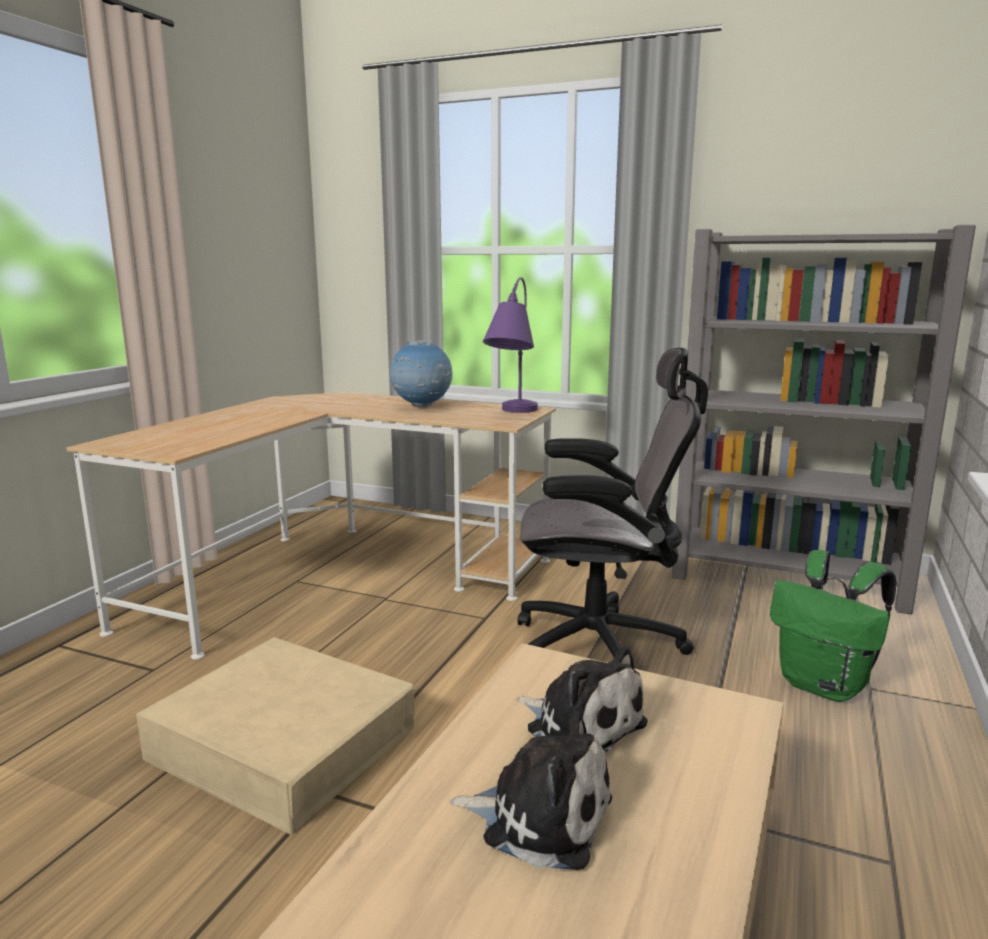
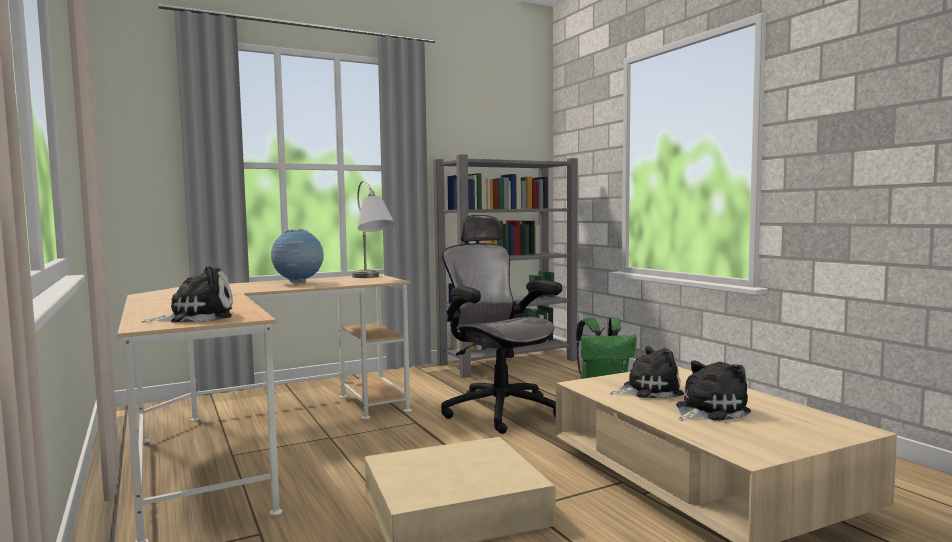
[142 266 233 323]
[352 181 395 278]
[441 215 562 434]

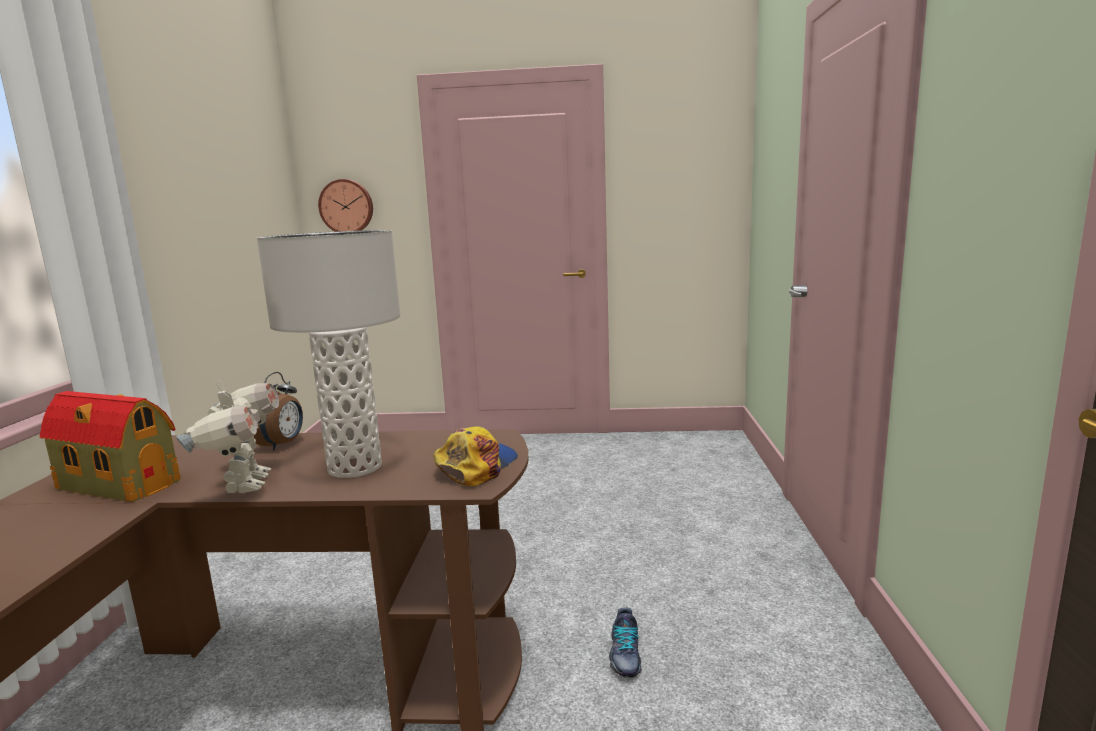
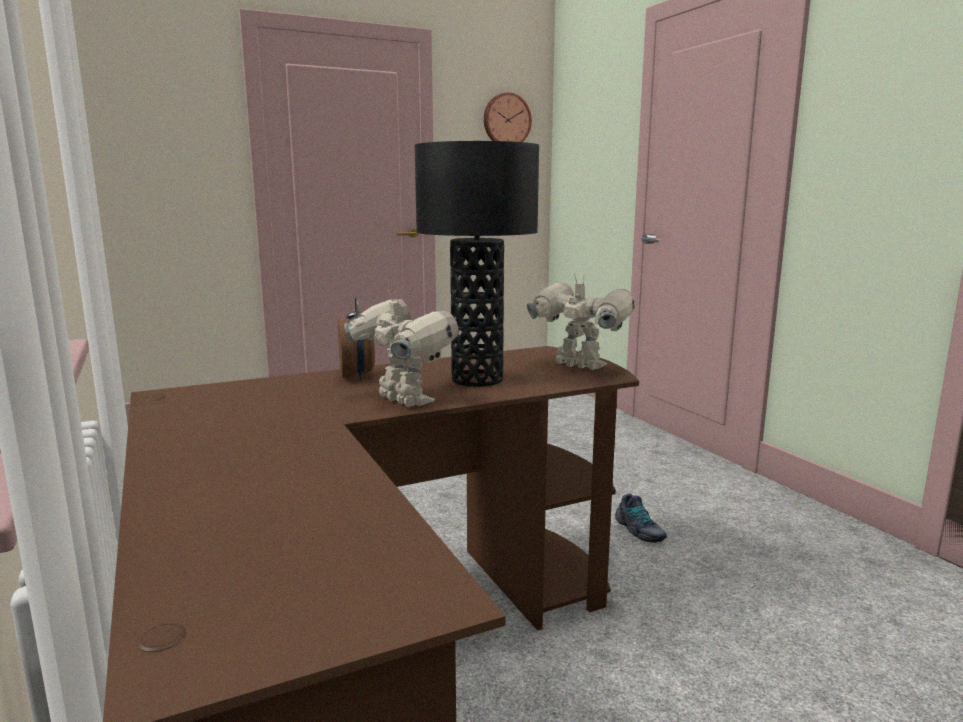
[40 391 180 502] (first image)
[484 92 532 142]
[527 273 635 370]
[415 141 539 387]

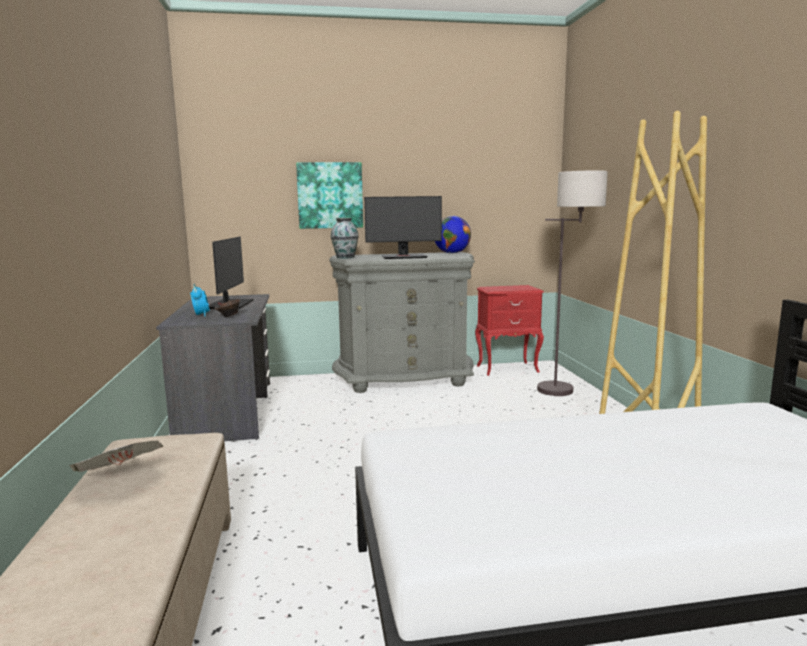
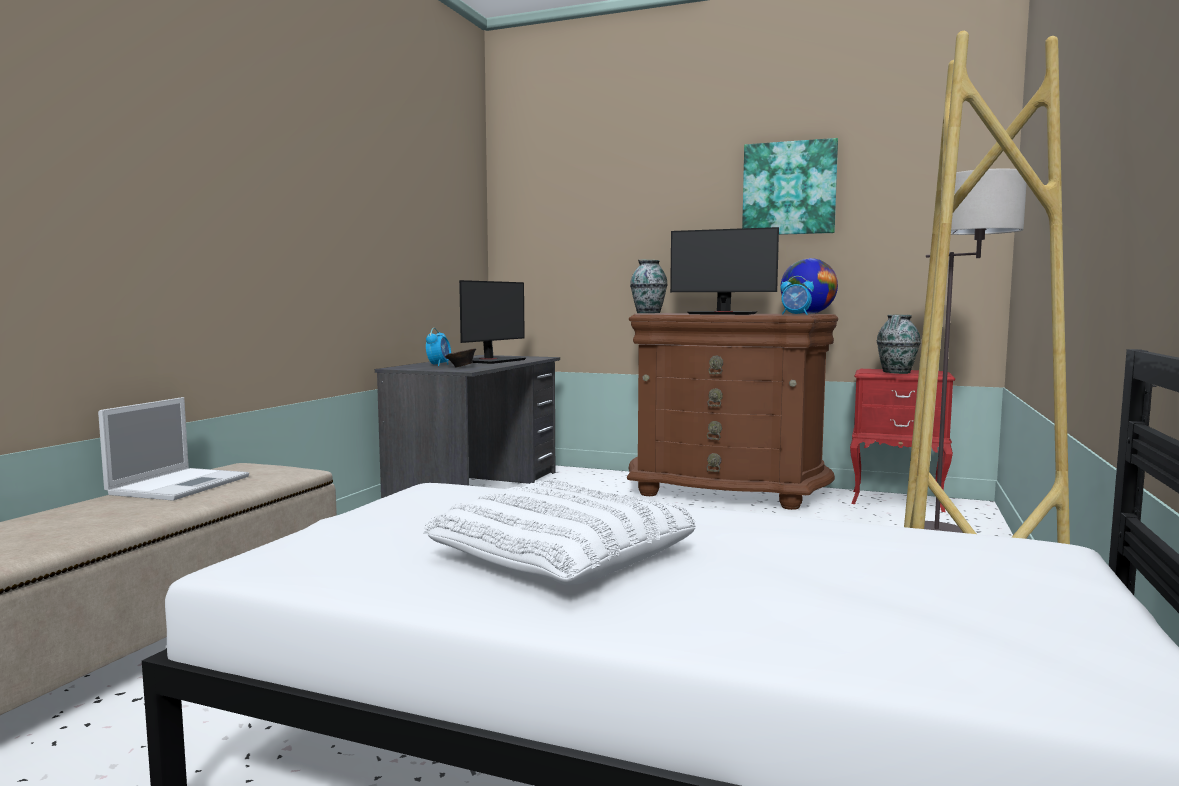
[423 479 695 585]
[781 276 814 315]
[877 315 921 374]
[742 138 838 235]
[98 397 249 501]
[627 313 838 510]

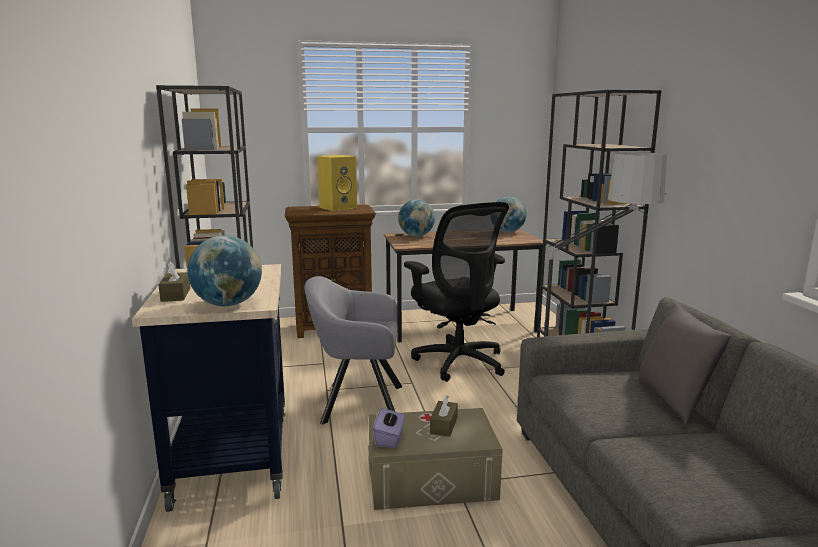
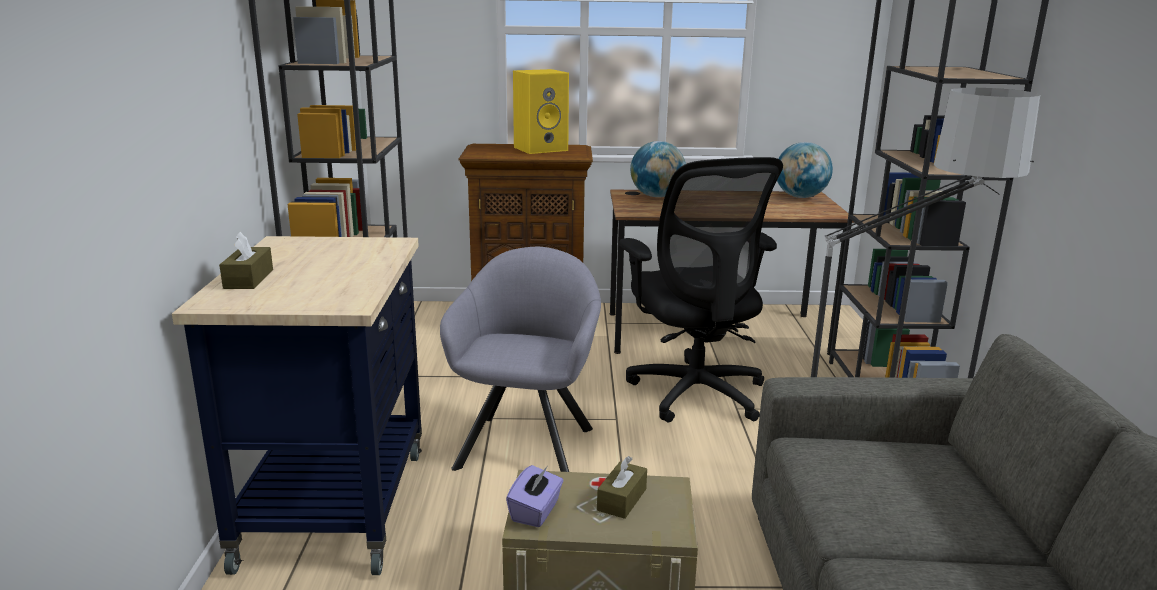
[187 235 262 306] (first image)
[639 302 731 424] (first image)
[440 247 601 472]

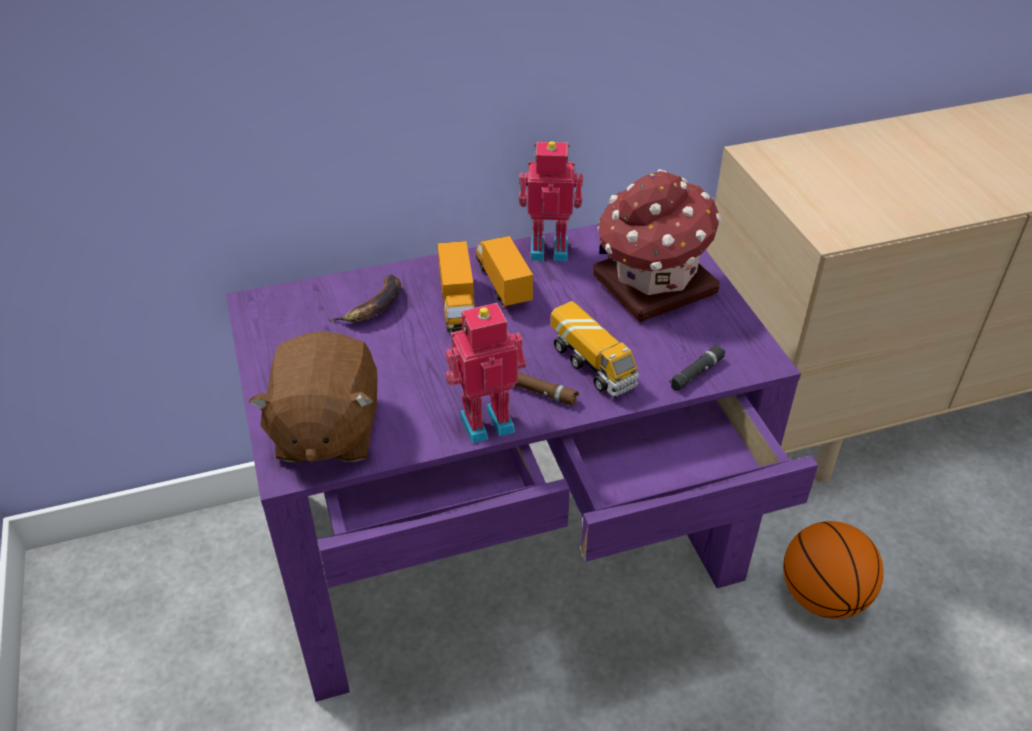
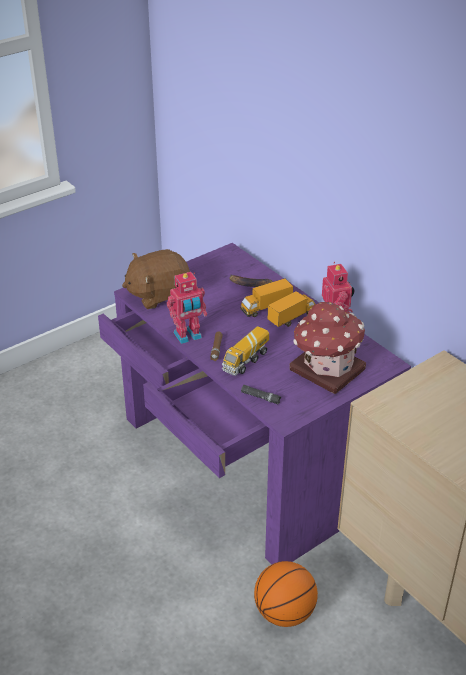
[167 272 207 344]

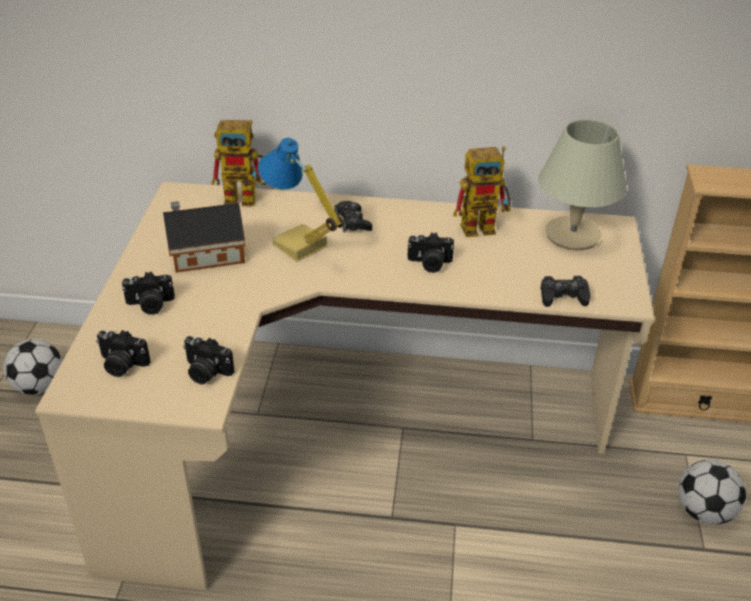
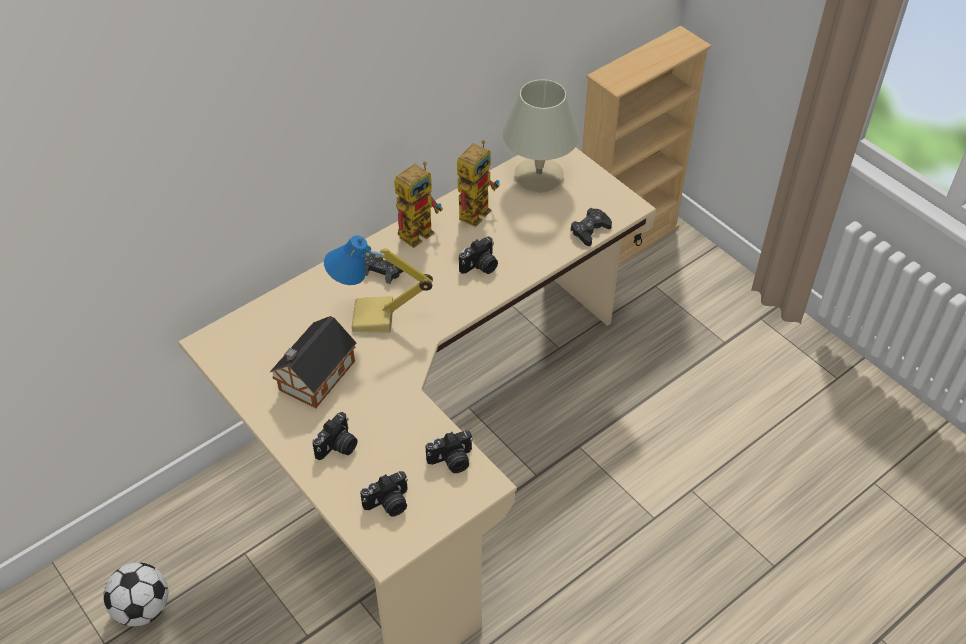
[678 460 746 525] (first image)
[394 161 443 248]

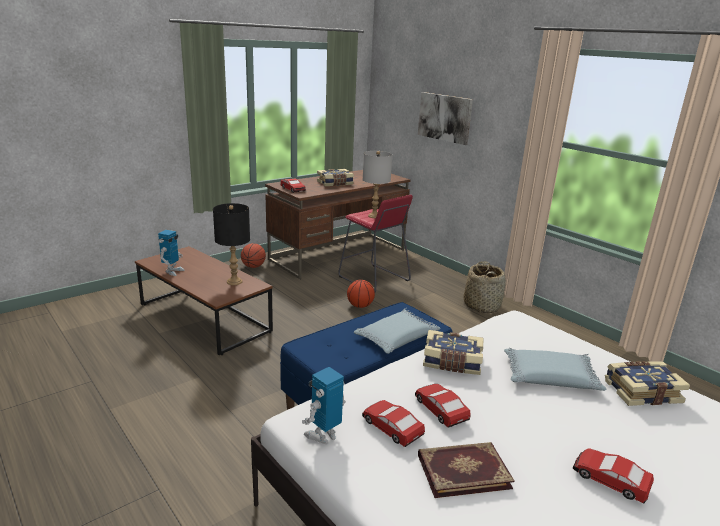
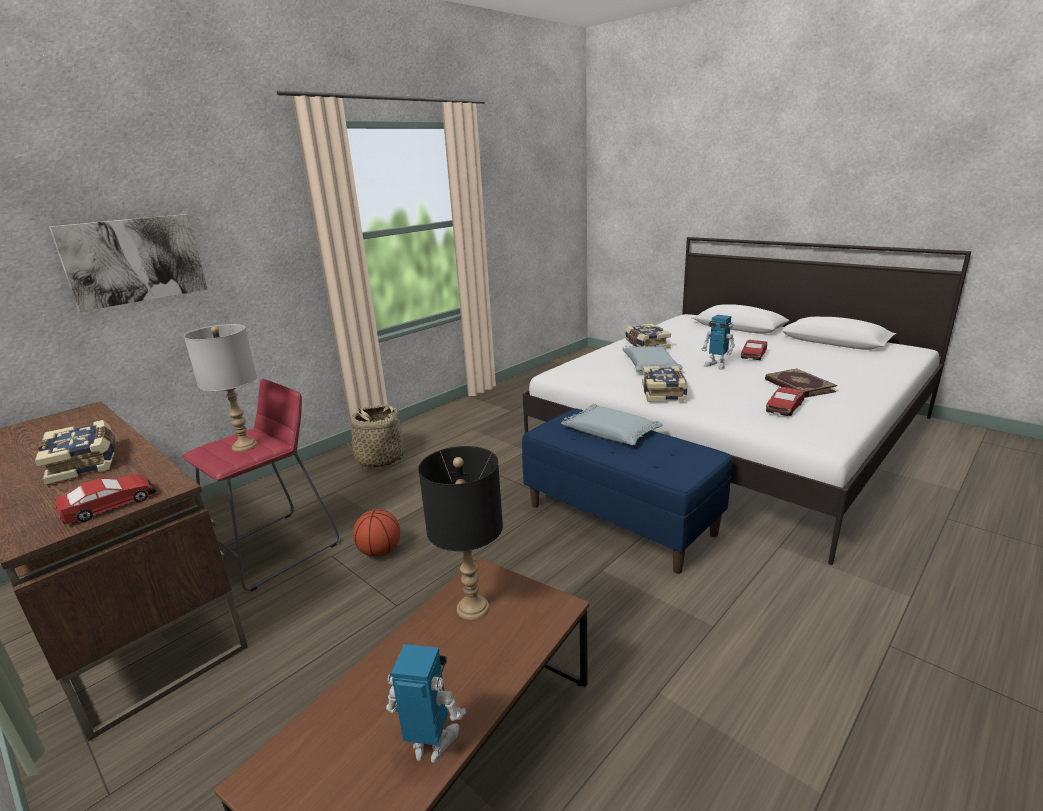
[241 243 266 268] (first image)
[415 384 470 428] (first image)
[702 315 735 370]

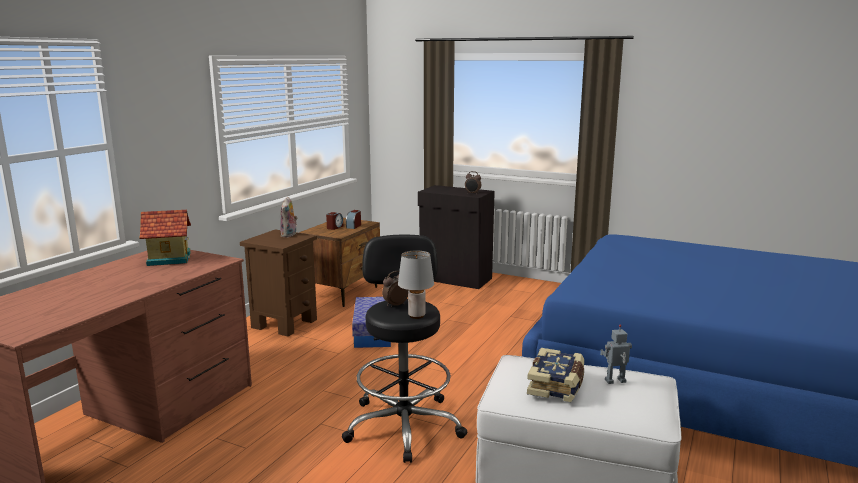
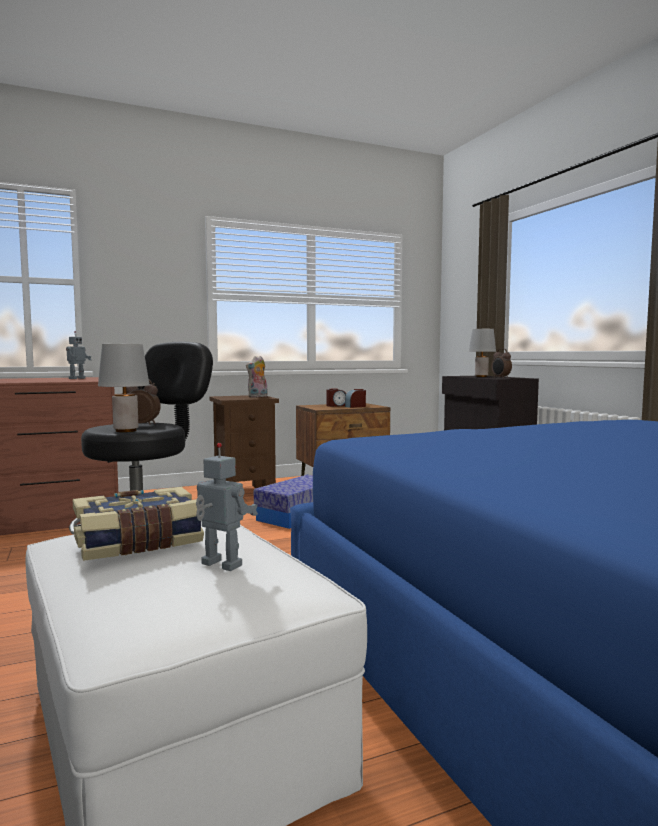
[469 329 496 377]
[66 331 92 379]

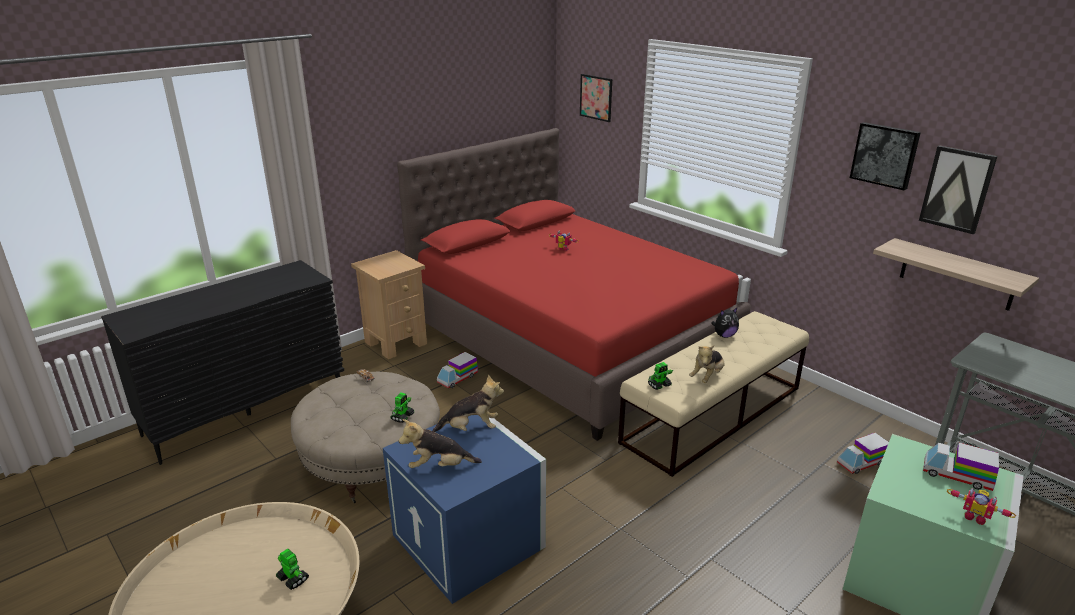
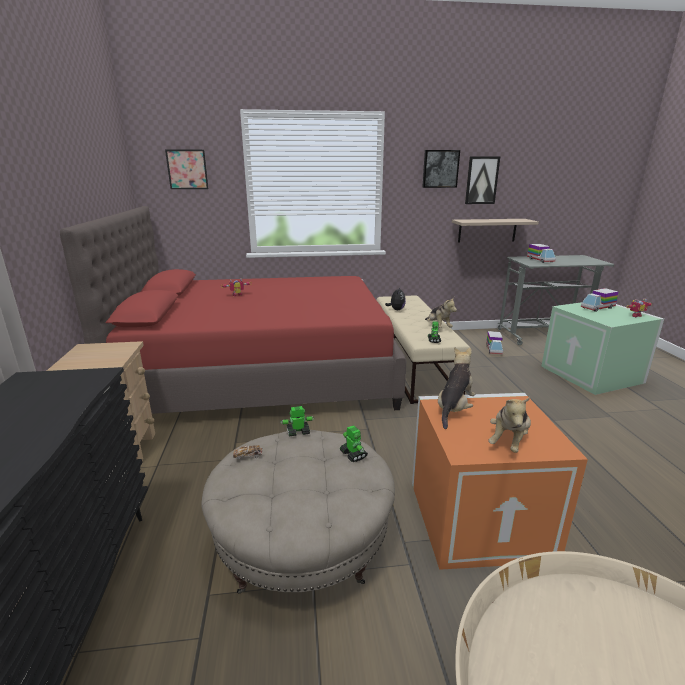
[280 406 315 437]
[527 244 556 263]
[412 393 588 570]

